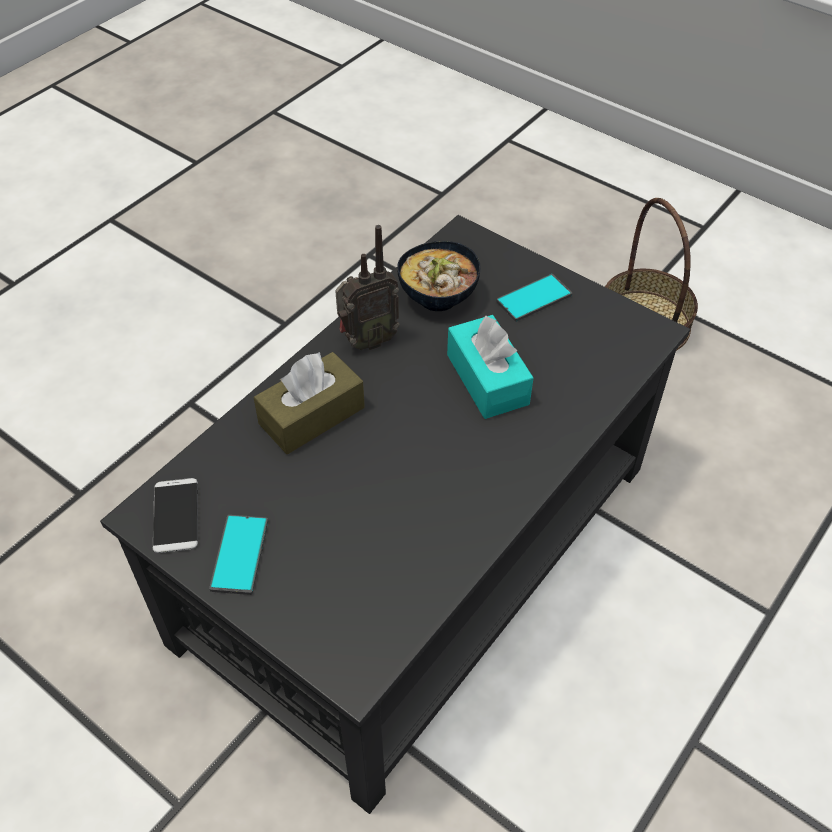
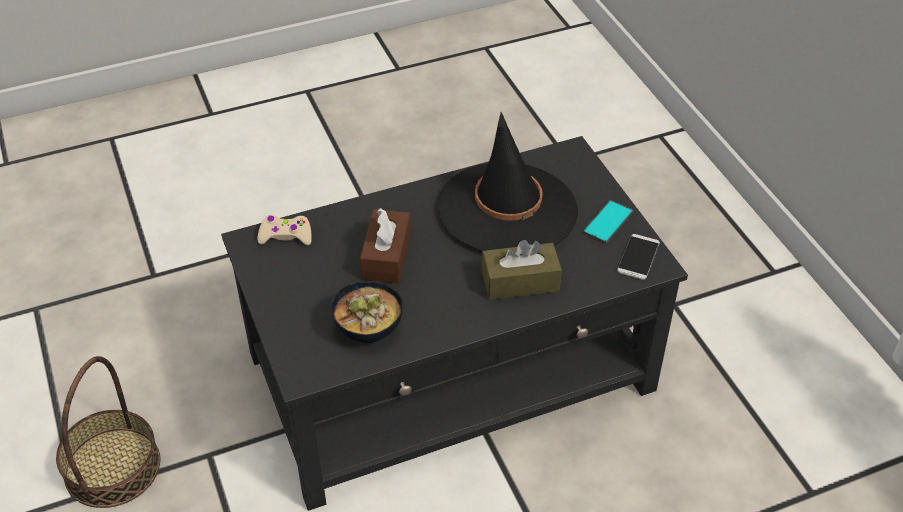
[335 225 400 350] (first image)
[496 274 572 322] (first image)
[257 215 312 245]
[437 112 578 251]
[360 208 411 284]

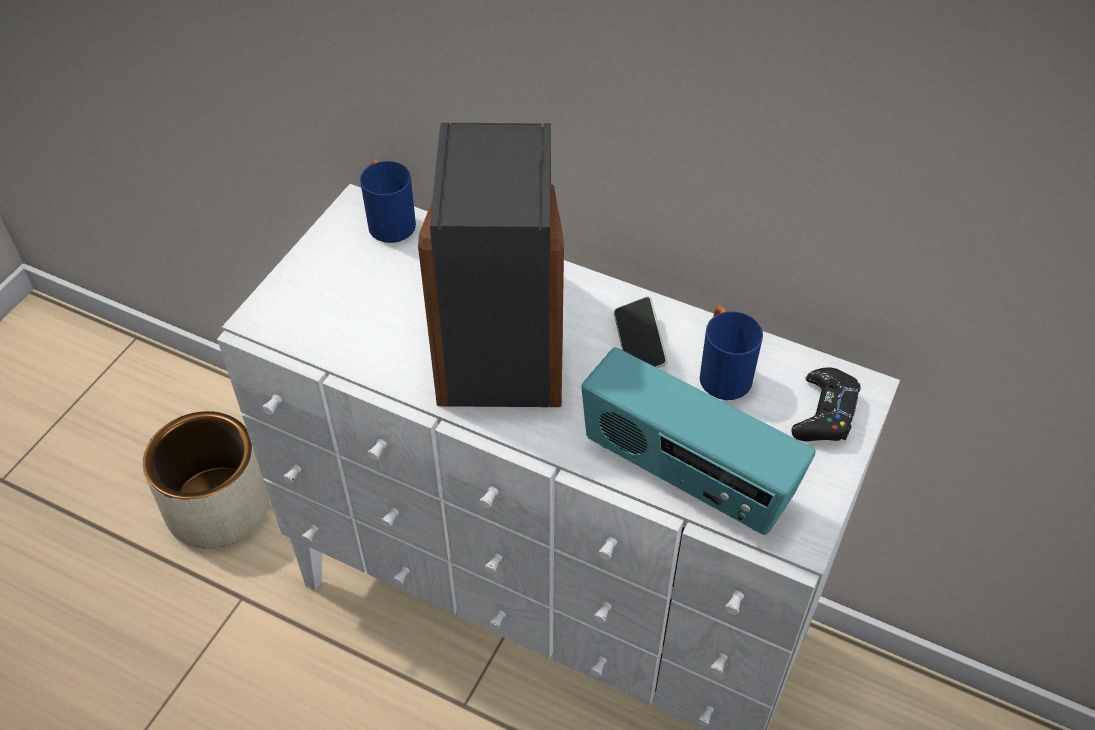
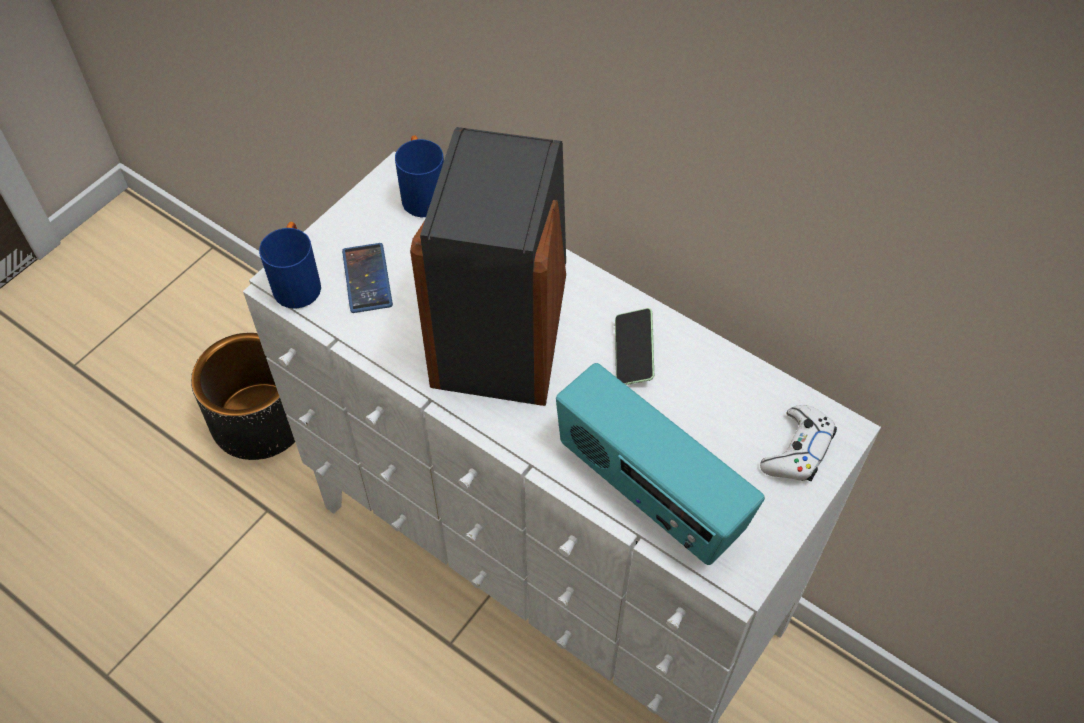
[342 243 393 313]
[259 222 321 309]
[191 333 295 460]
[760 405 837 481]

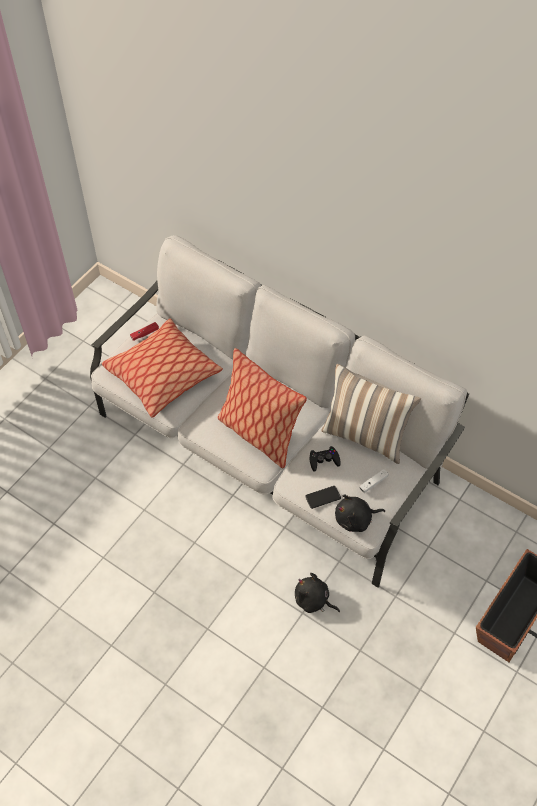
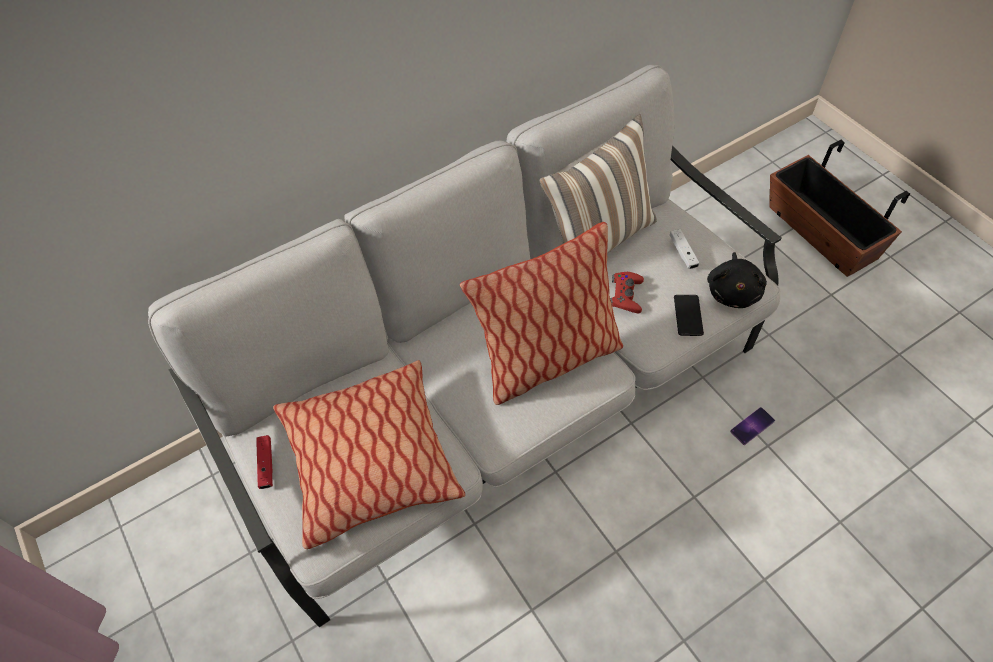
[730 407 775 445]
[611 272 644 313]

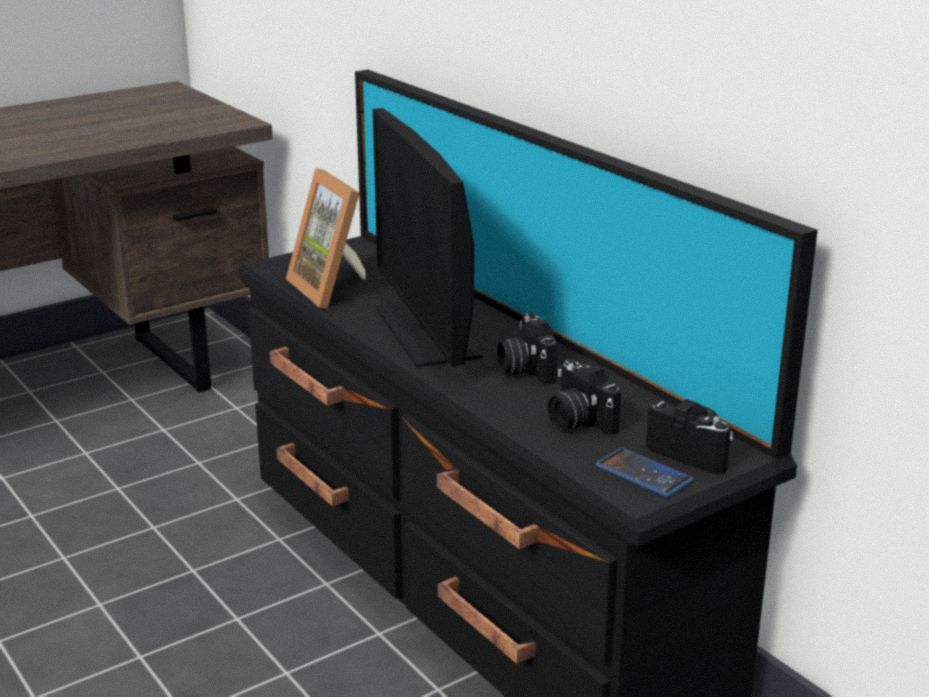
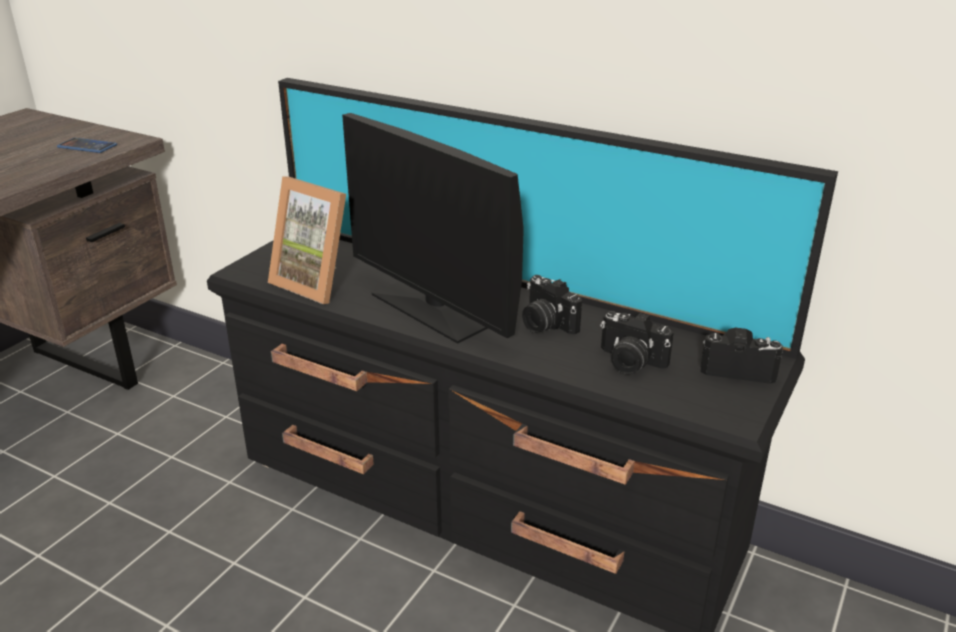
[57 138 117 153]

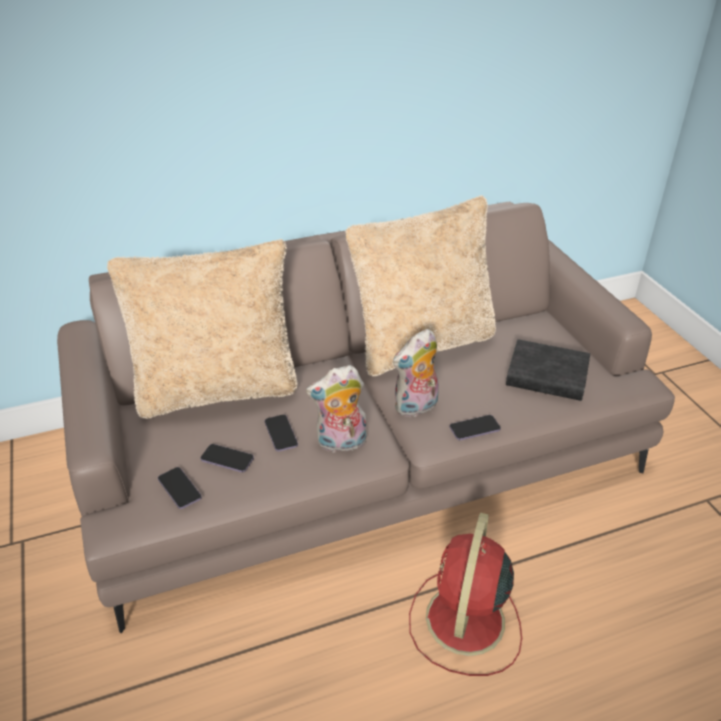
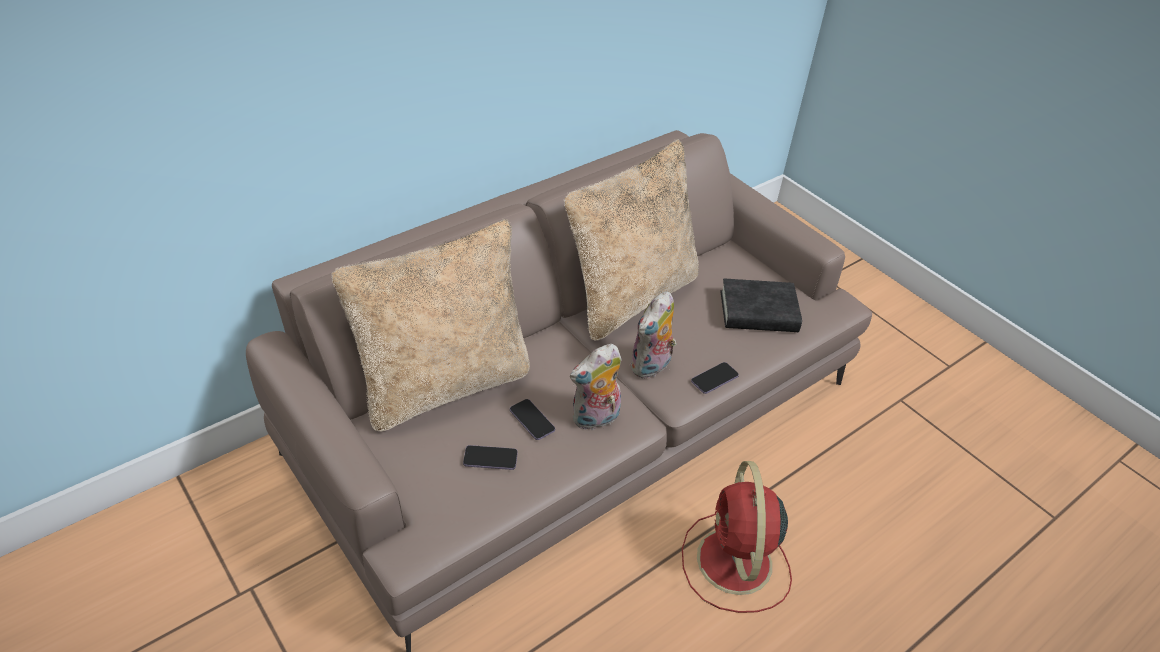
[158 467 202 509] (first image)

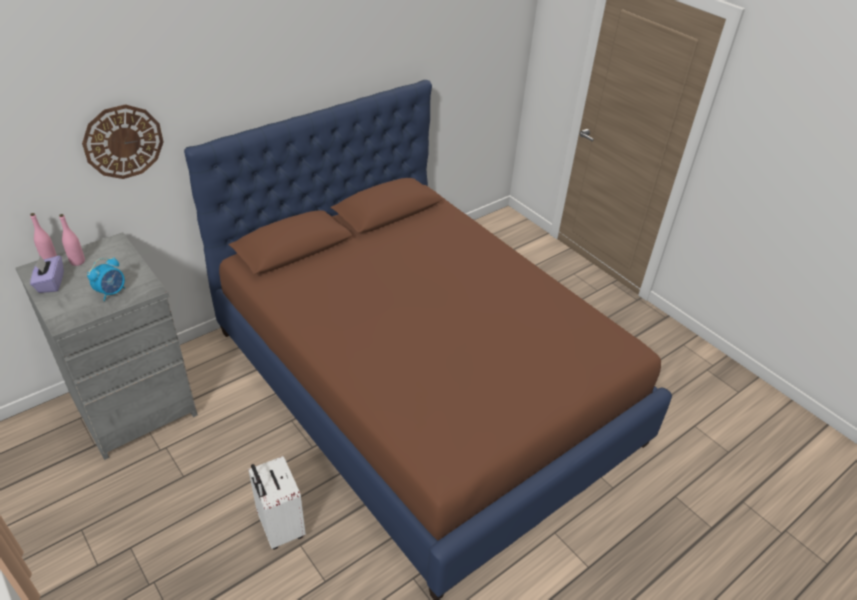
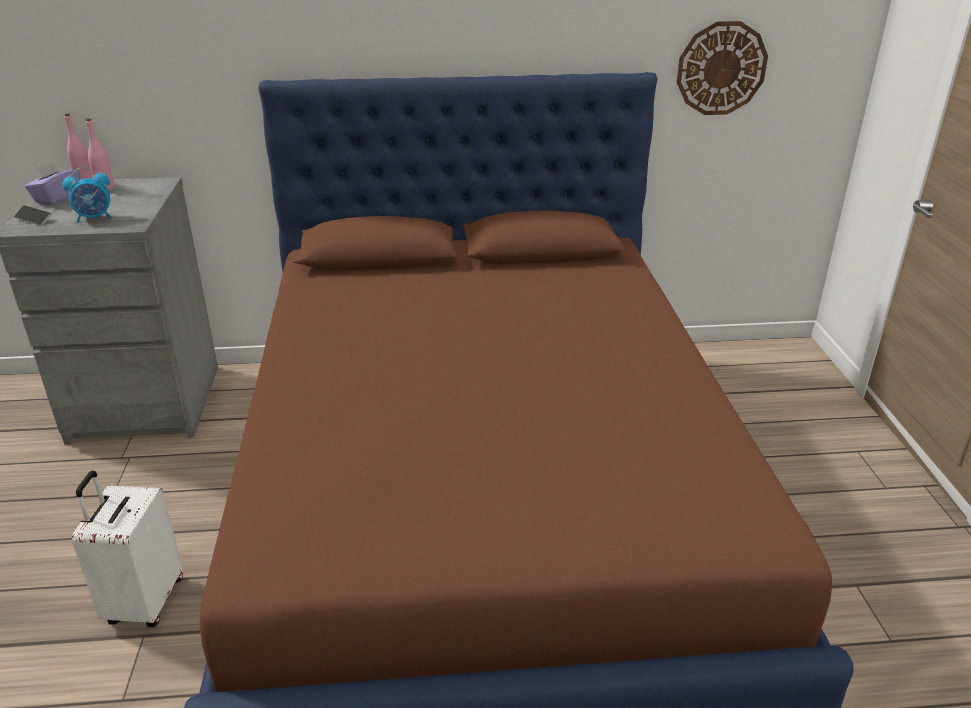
[14 205 51 225]
[677 21 768 115]

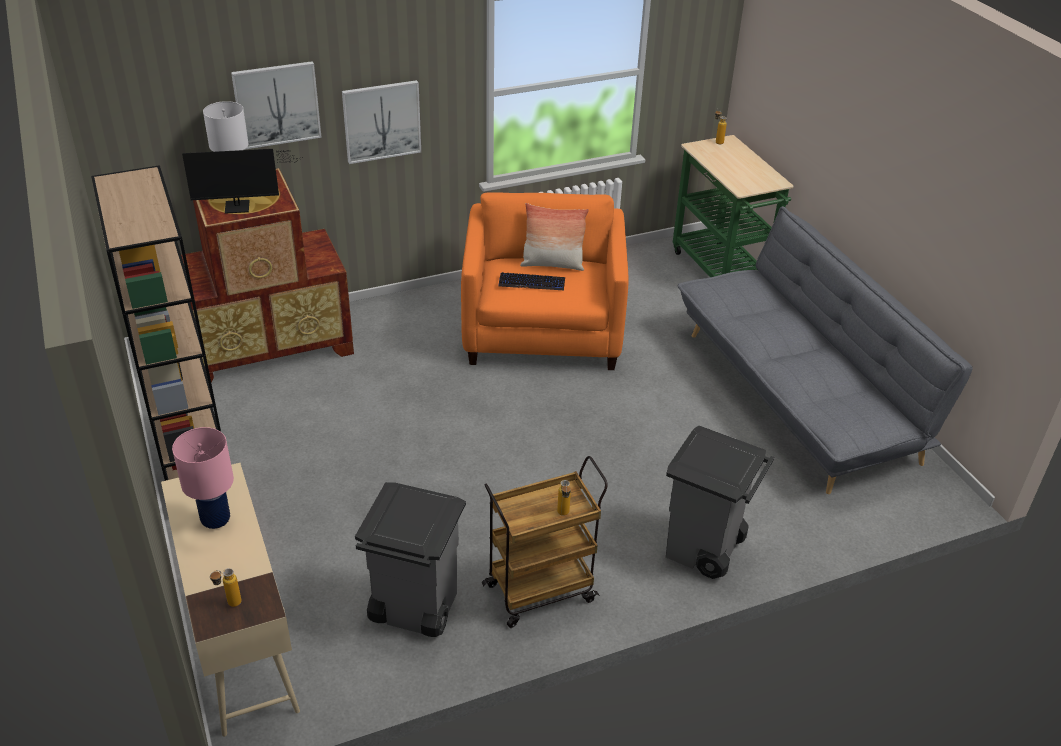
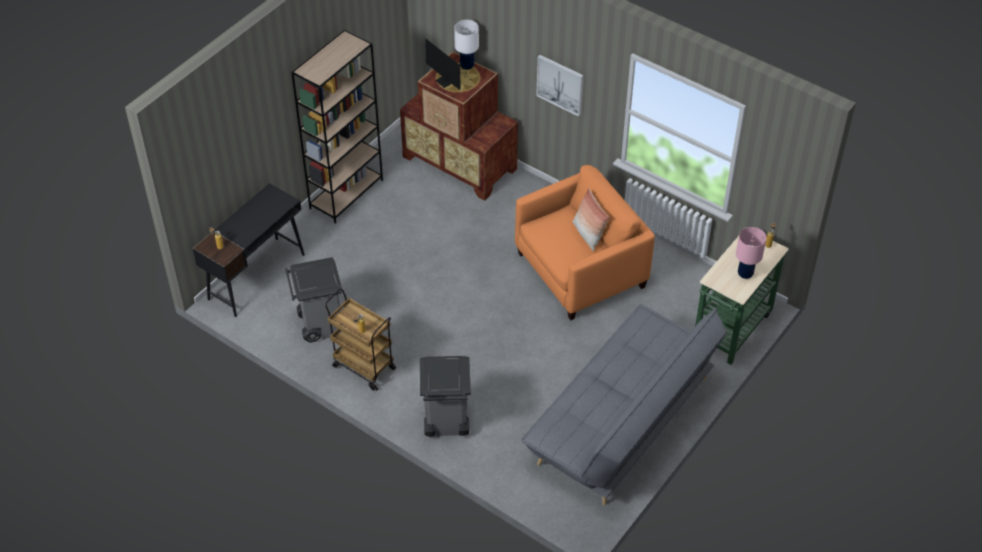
[231 61 322 150] (first image)
[498 272 565 290] (first image)
[736 227 767 279]
[193 183 305 317]

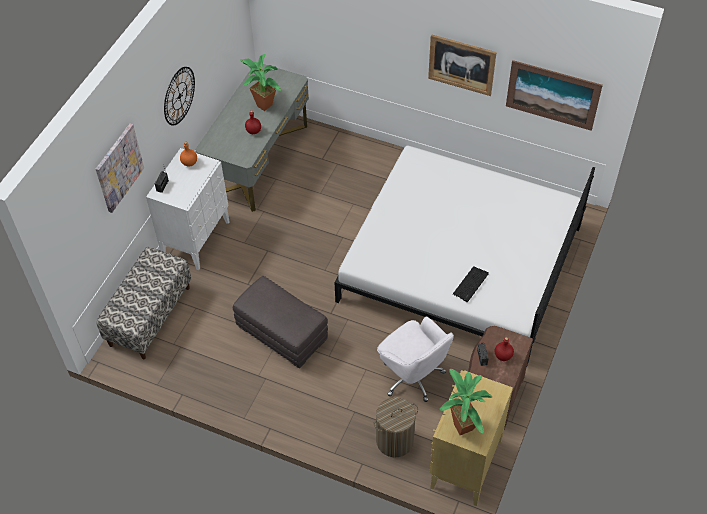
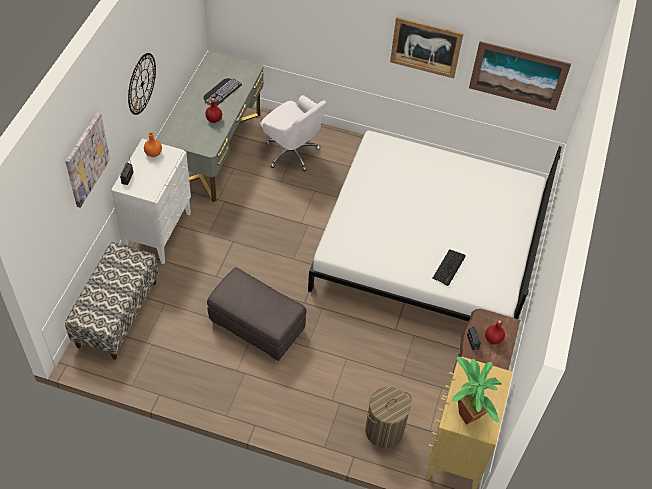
[260 95 326 171]
[203 78 242 106]

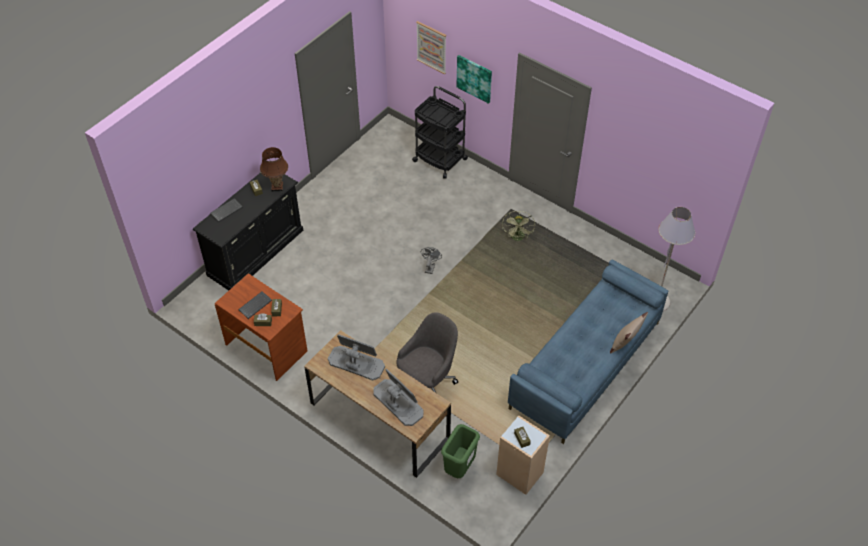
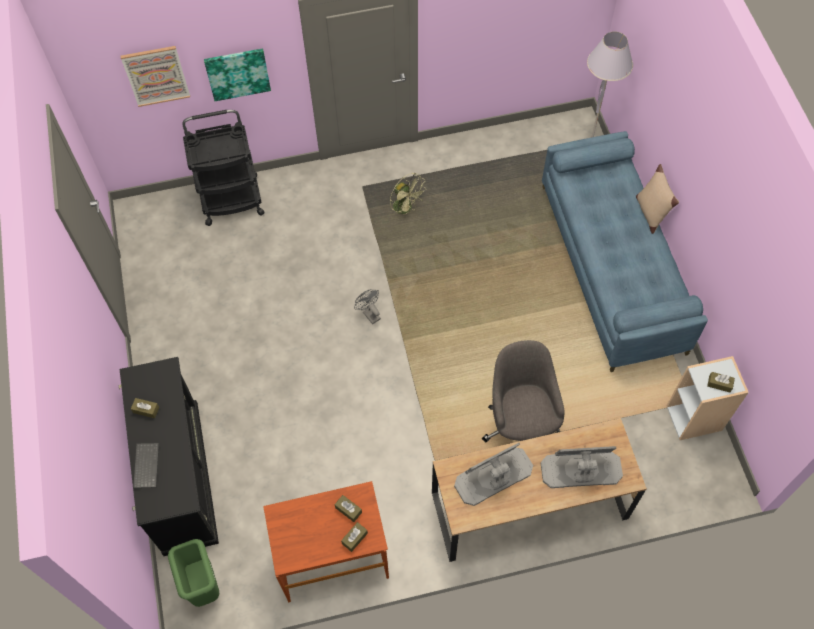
[238 291 272 319] (first image)
[260 147 288 191] (first image)
[168 539 219 607]

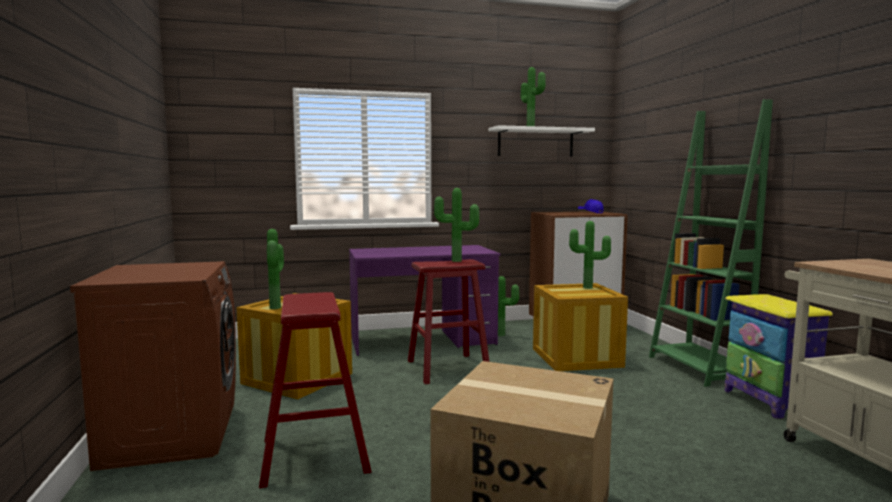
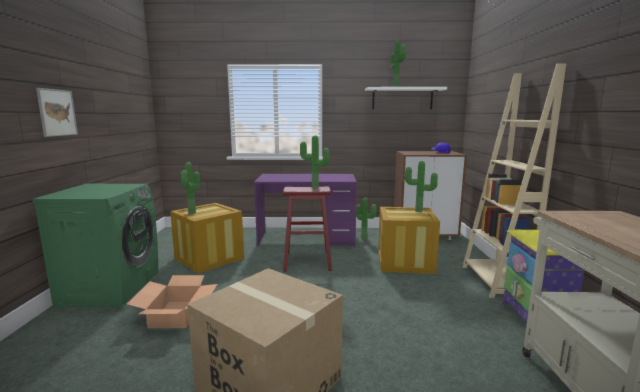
[36 88 78 137]
[127 275 217 328]
[32 184 158 307]
[462 63 566 298]

